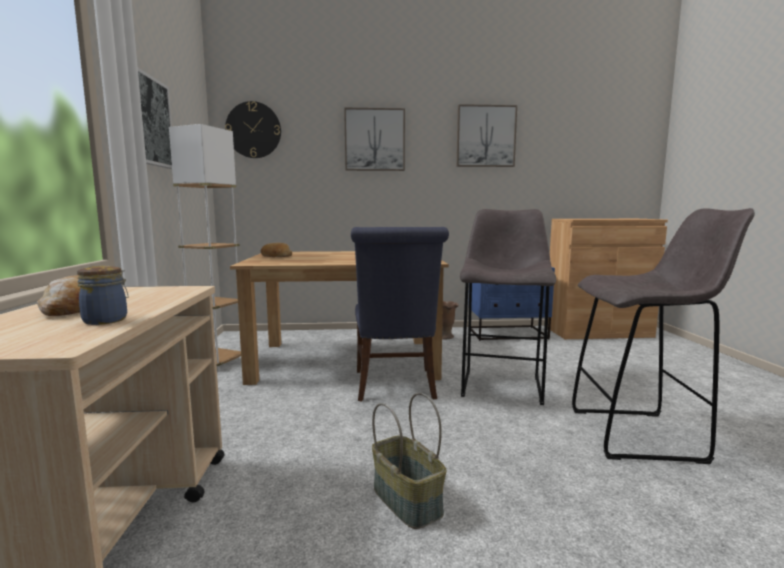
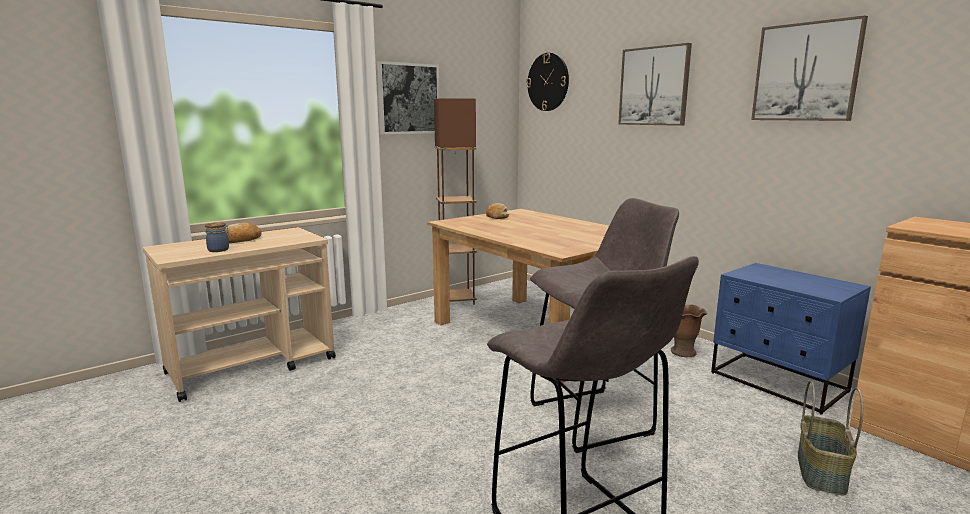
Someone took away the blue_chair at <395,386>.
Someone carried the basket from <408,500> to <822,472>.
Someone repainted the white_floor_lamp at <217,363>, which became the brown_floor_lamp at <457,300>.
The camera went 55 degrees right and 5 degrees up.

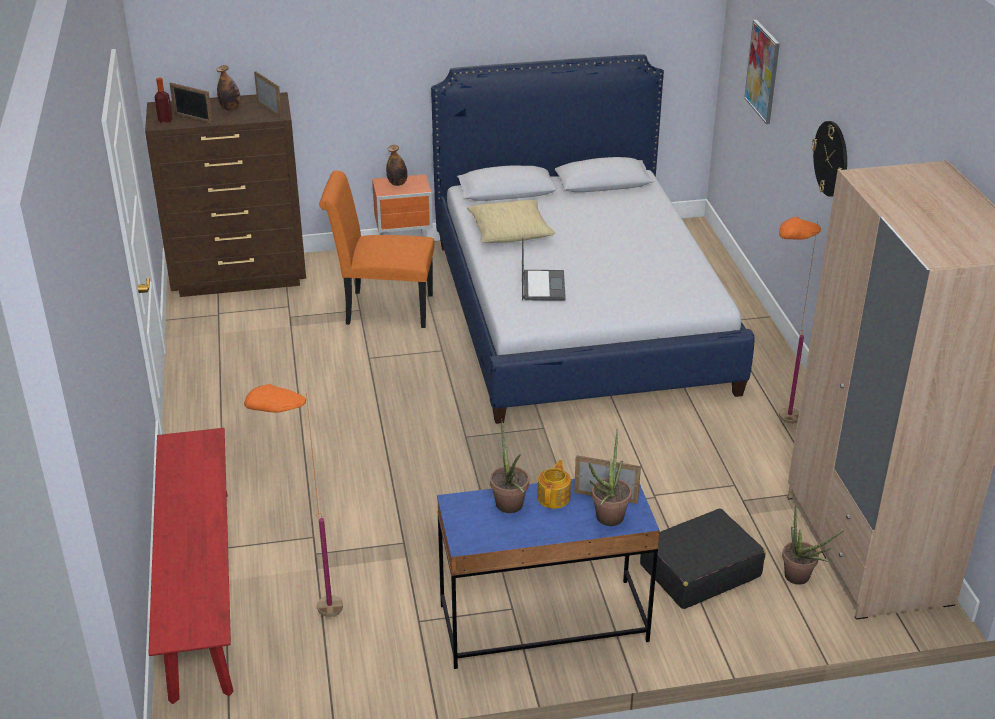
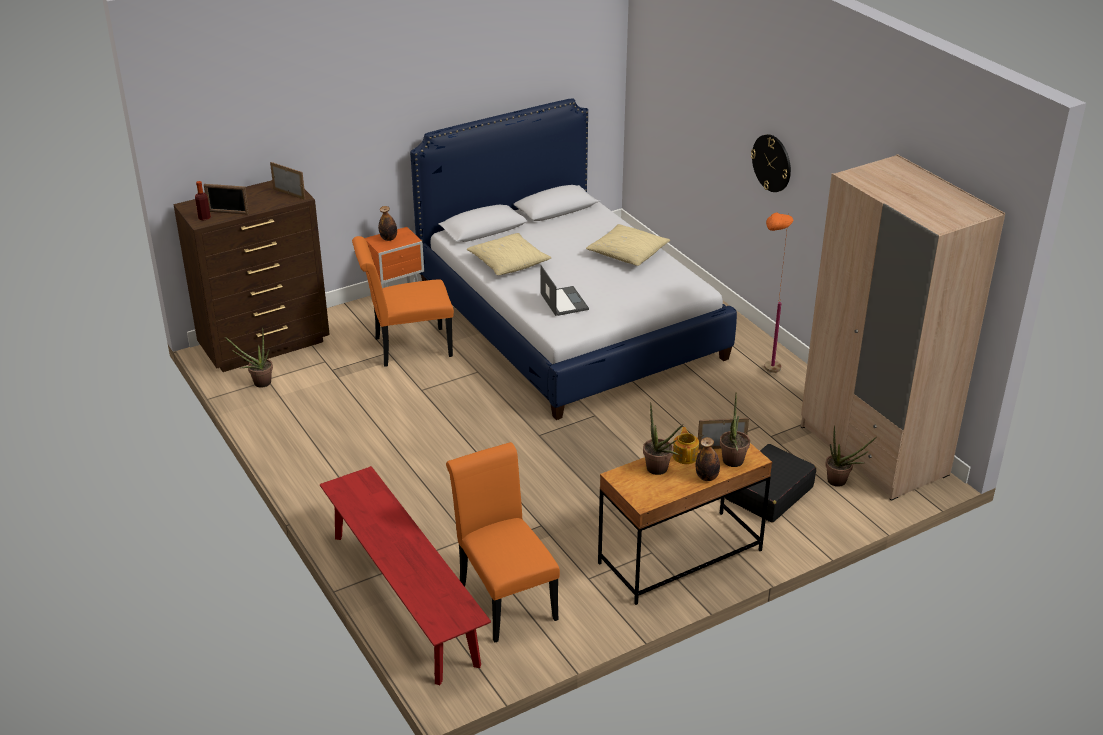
Someone took away the picture at <763,71>.
Someone put down the potted_plant at <258,383>.
Someone put down the beige_pillow at <627,253>.
Someone carried the bottle from <230,108> to <707,477>.
Someone swapped the orange_floor_lamp at <309,618> for the orange_chair at <504,598>.
Someone repainted the blue_desk at <543,623>, which became the brown_desk at <680,557>.
The camera went 20 degrees left and 0 degrees up.

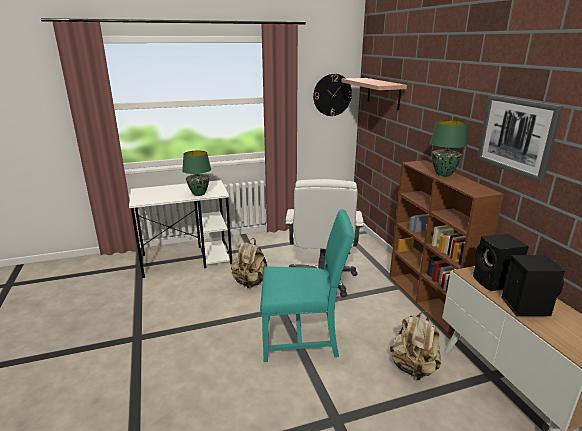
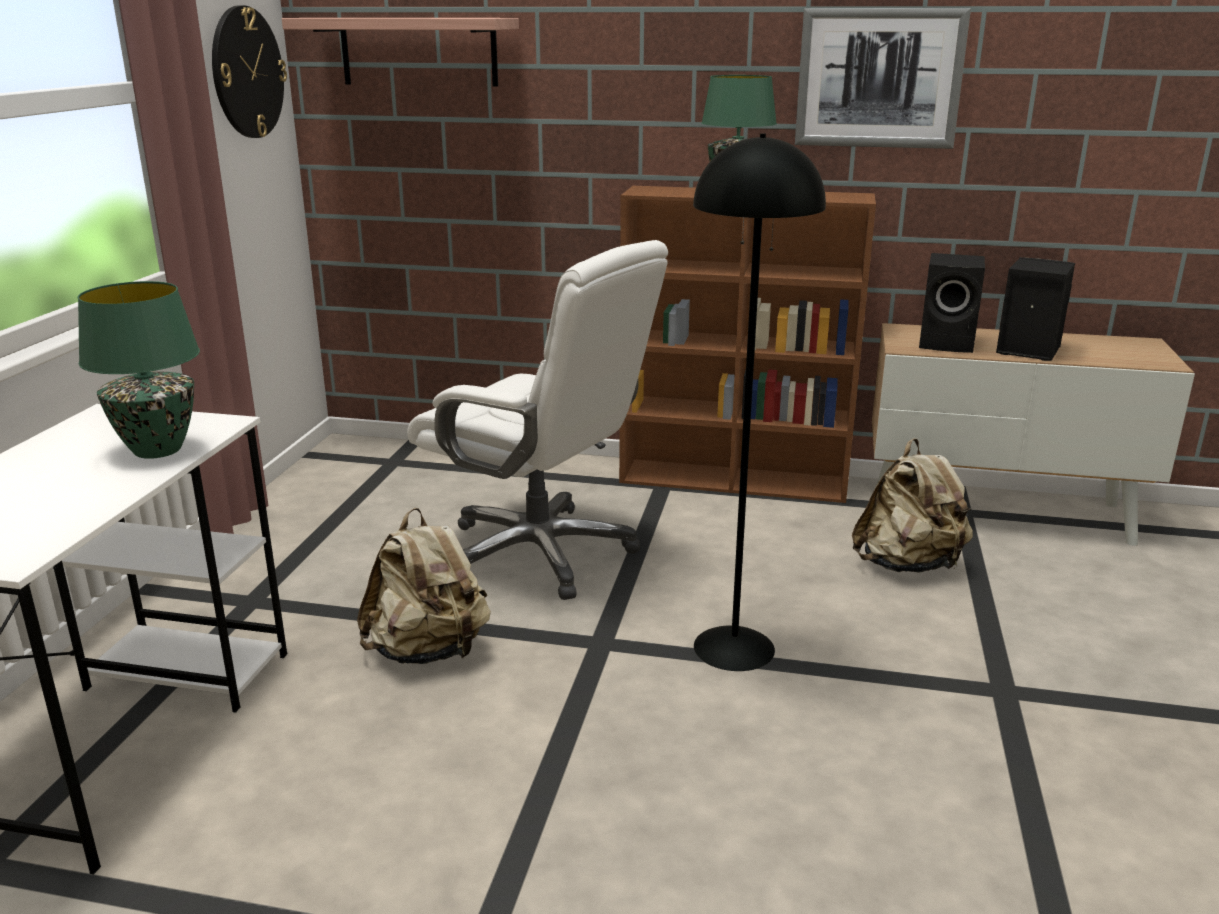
Someone swapped the turquoise_chair at <303,338> for the black_floor_lamp at <735,647>.
The camera went 60 degrees left and 0 degrees up.

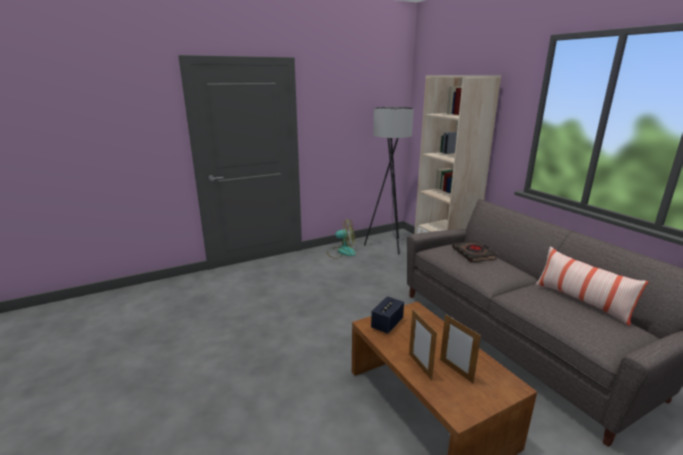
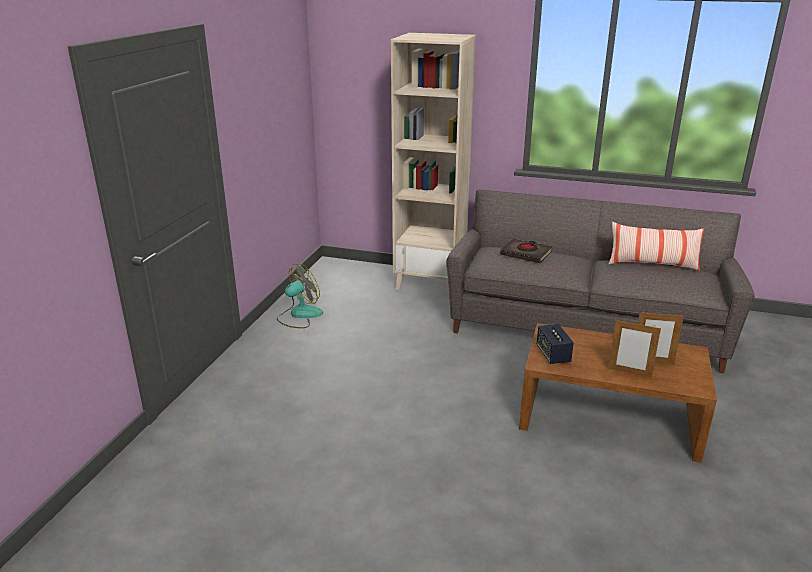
Someone took away the grey_floor_lamp at <388,244>.
The camera went 45 degrees left and 5 degrees up.

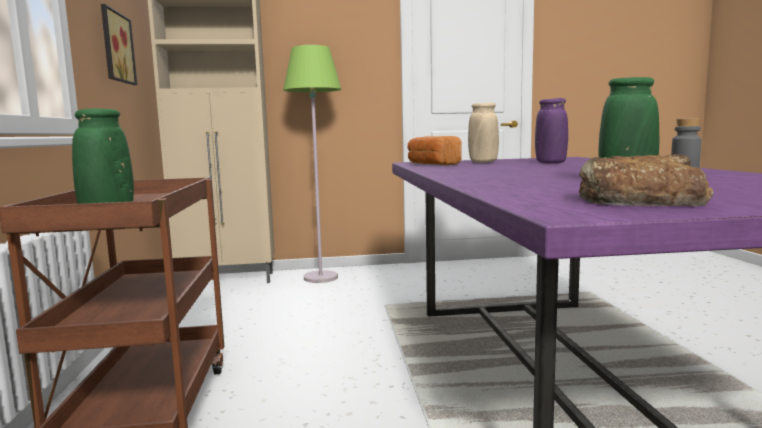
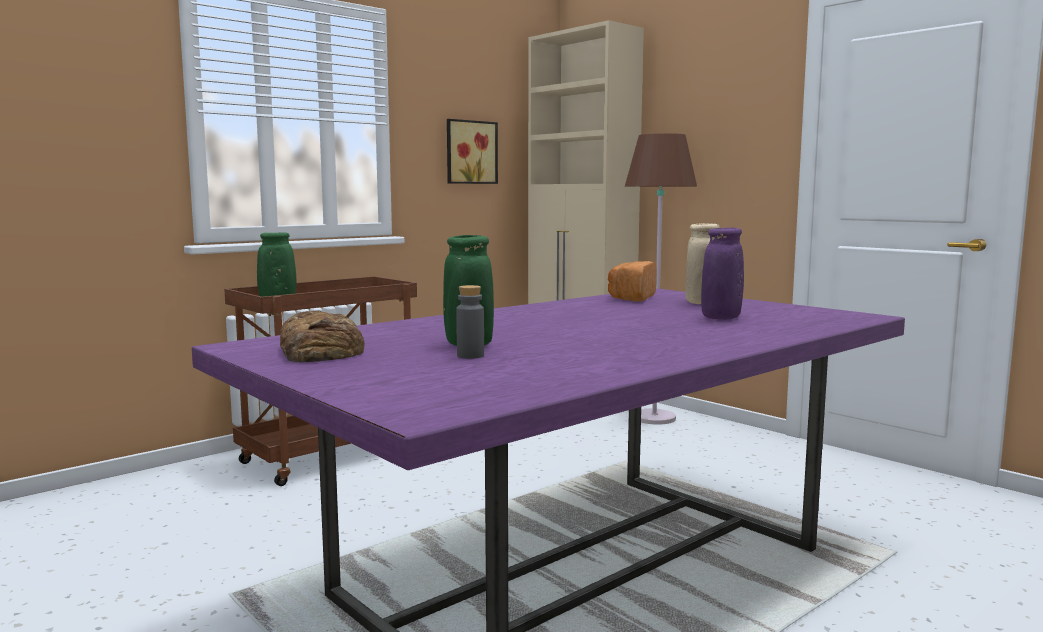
Someone repainted the green_floor_lamp at <321,278>, which became the brown_floor_lamp at <654,418>.
The camera went 55 degrees right and 0 degrees up.

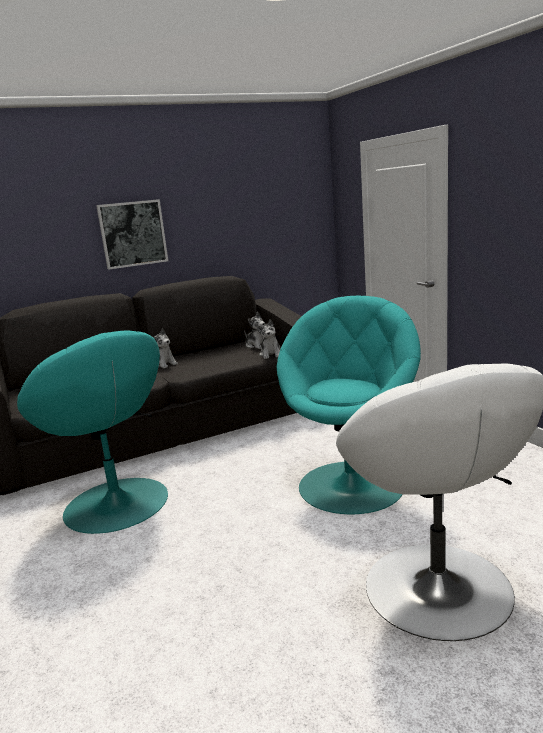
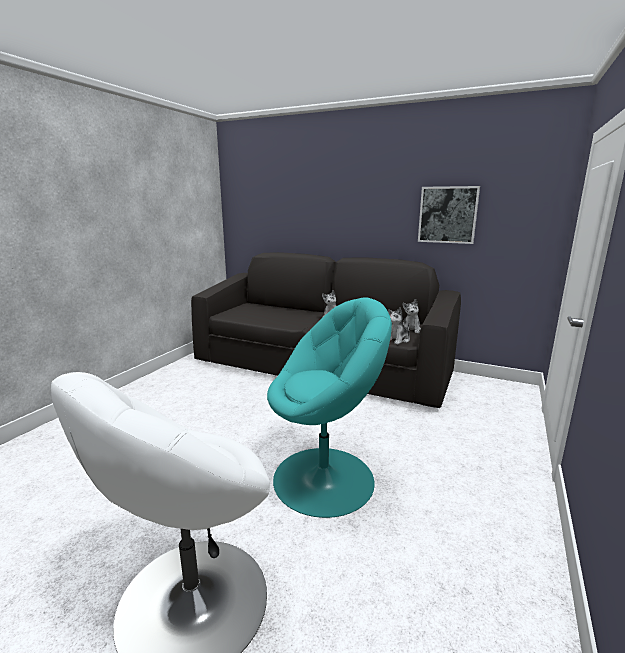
Someone took away the turquoise_armchair at <117,504>.
Someone carried the picture from <133,234> to <447,215>.
The camera went 50 degrees right and 0 degrees up.

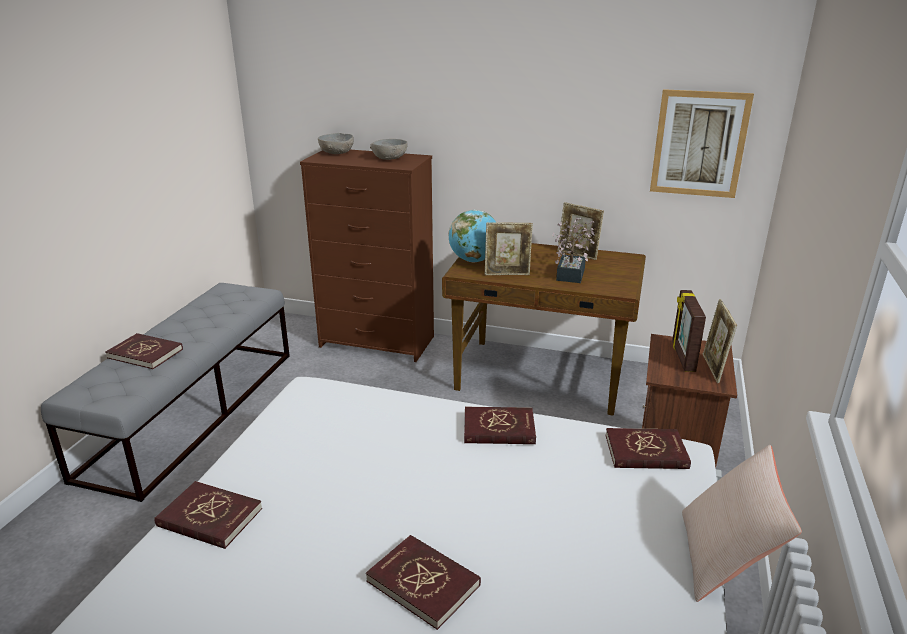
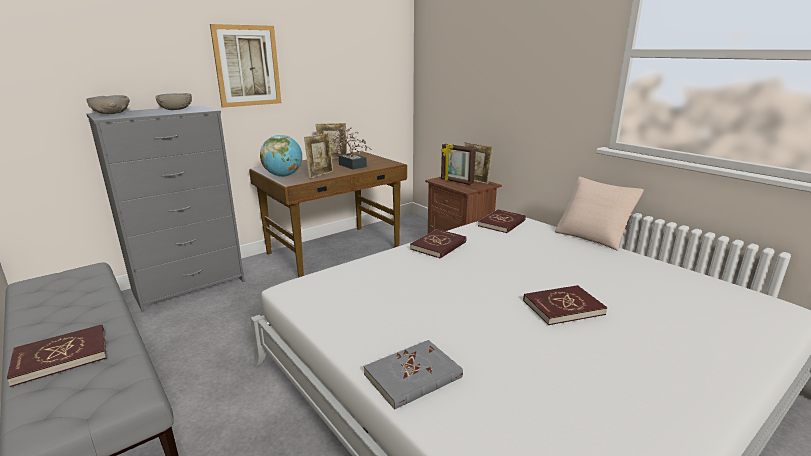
Someone carried the picture from <699,144> to <247,66>.
Someone repainted the red_book at <209,518>, which became the grey_book at <413,376>.
Someone repainted the brown_dresser at <378,342>, which became the grey_dresser at <190,285>.
The camera went 55 degrees left and 5 degrees down.

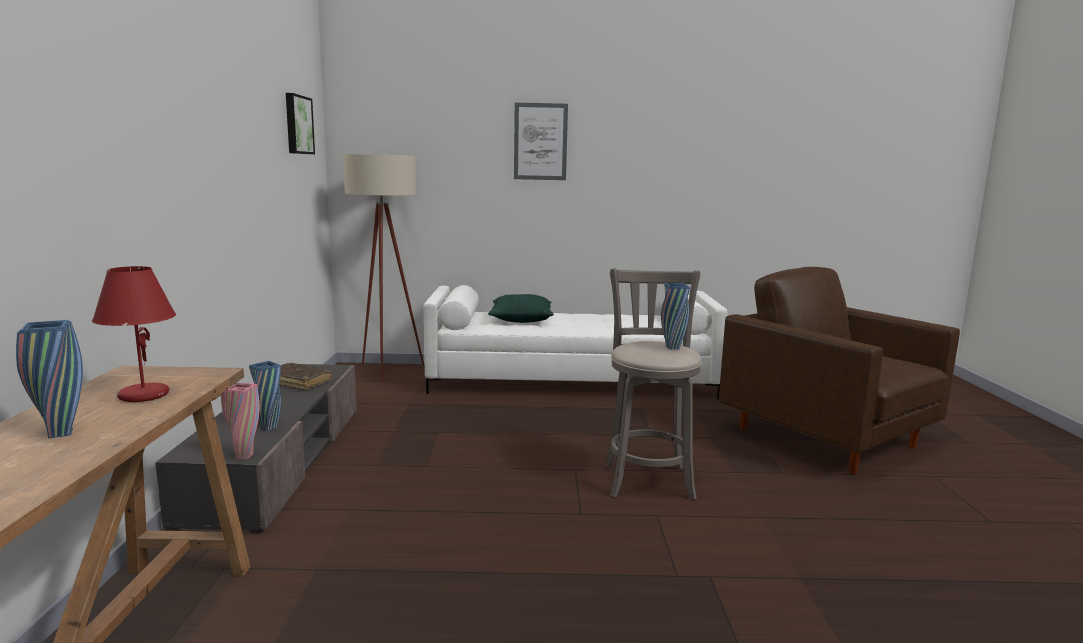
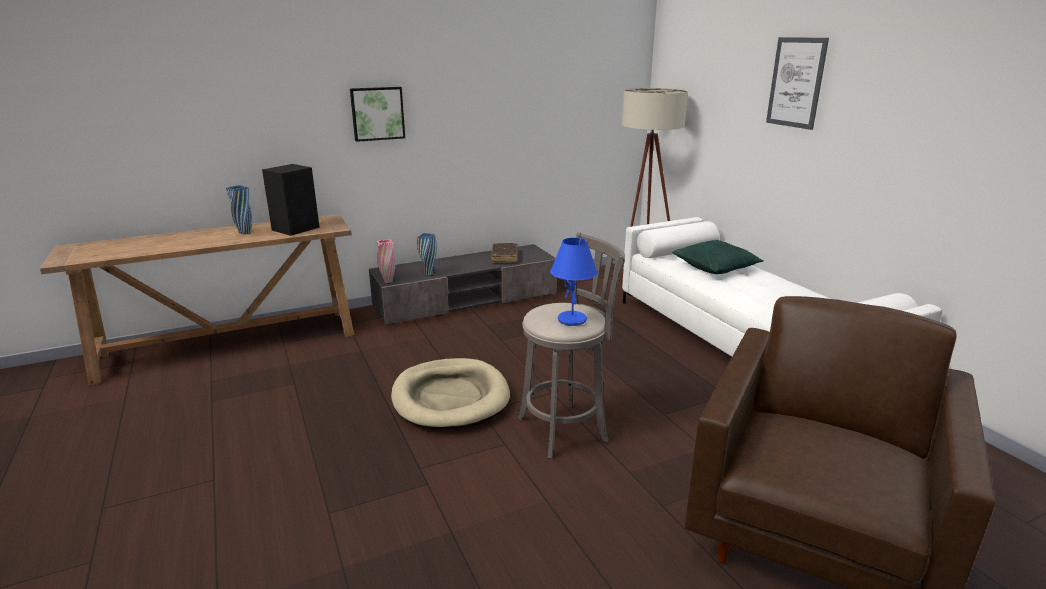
Someone put down the beige_dog_bed at <450,398>.
Someone carried the picture from <297,125> to <377,113>.
Someone swapped the red_table_lamp at <143,395> for the black_speaker at <296,228>.
Someone swapped the blue_vase at <672,348> for the blue_table_lamp at <572,320>.
The camera went 65 degrees right and 10 degrees up.

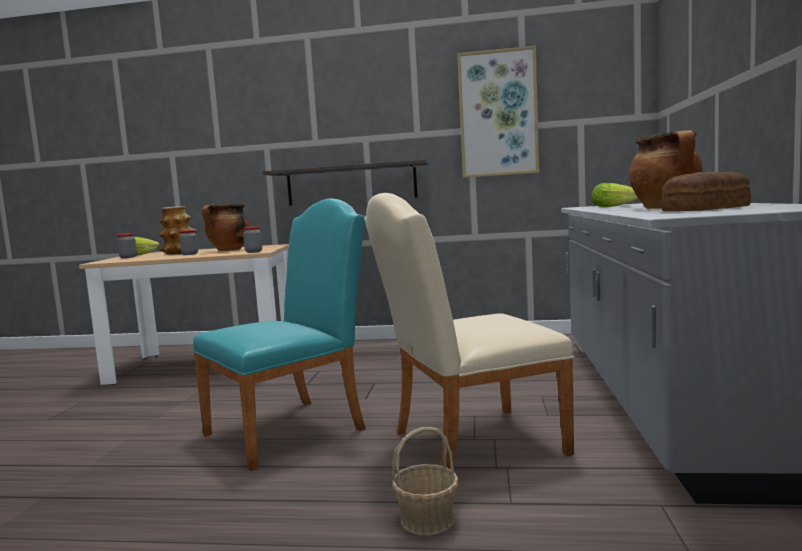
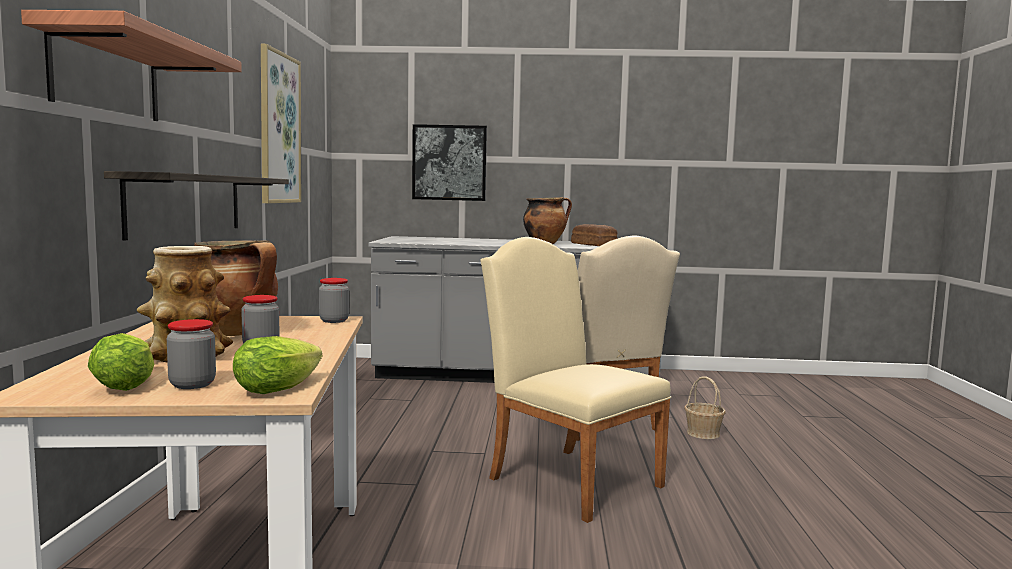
Someone put up the shelf at <106,75>.
Someone put up the picture at <449,163>.
Someone carried the lettuce from <616,206> to <282,386>.
Someone repainted the turquoise_chair at <294,428>, which became the beige_chair at <567,478>.
The camera went 95 degrees left and 0 degrees up.

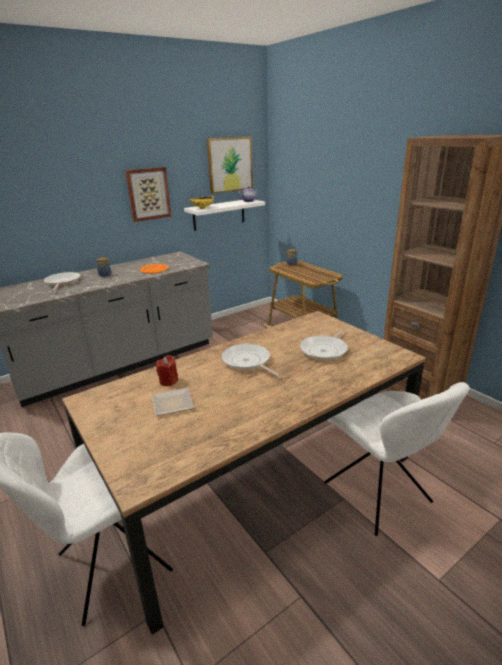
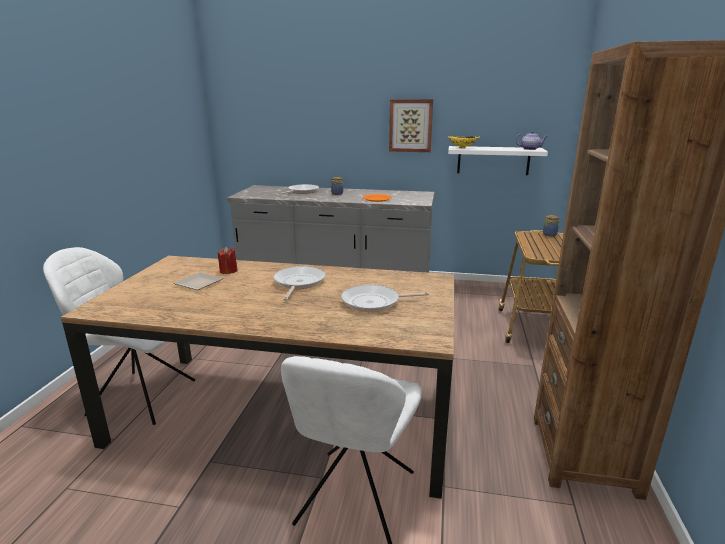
Someone took away the picture at <230,164>.
The camera went 45 degrees right and 5 degrees down.

